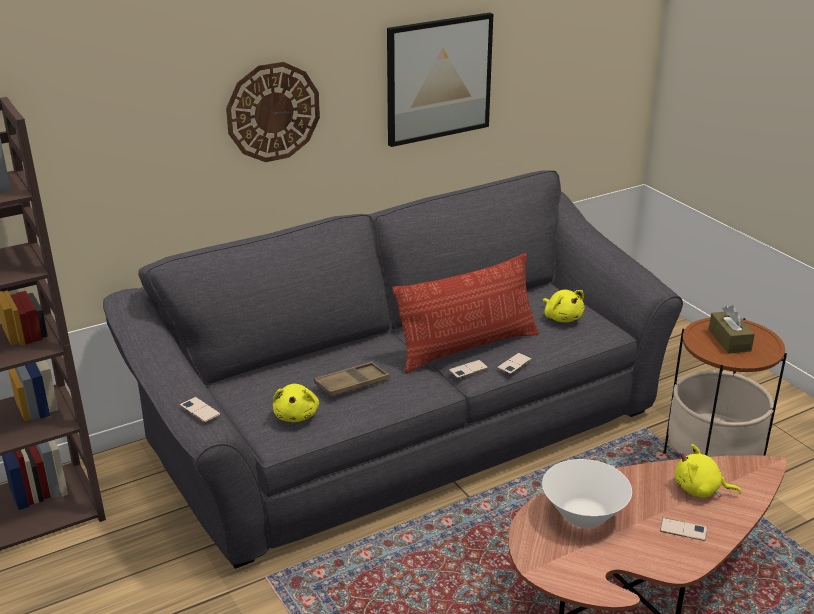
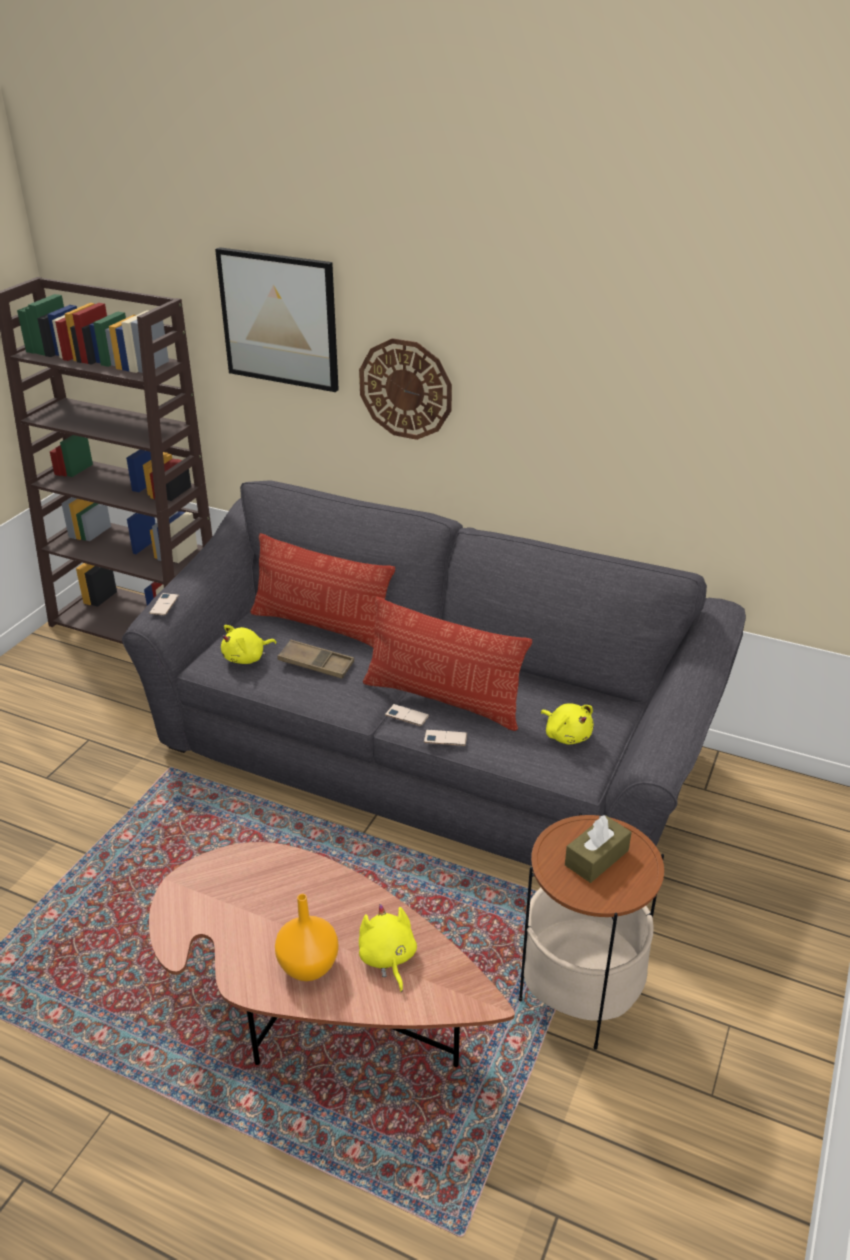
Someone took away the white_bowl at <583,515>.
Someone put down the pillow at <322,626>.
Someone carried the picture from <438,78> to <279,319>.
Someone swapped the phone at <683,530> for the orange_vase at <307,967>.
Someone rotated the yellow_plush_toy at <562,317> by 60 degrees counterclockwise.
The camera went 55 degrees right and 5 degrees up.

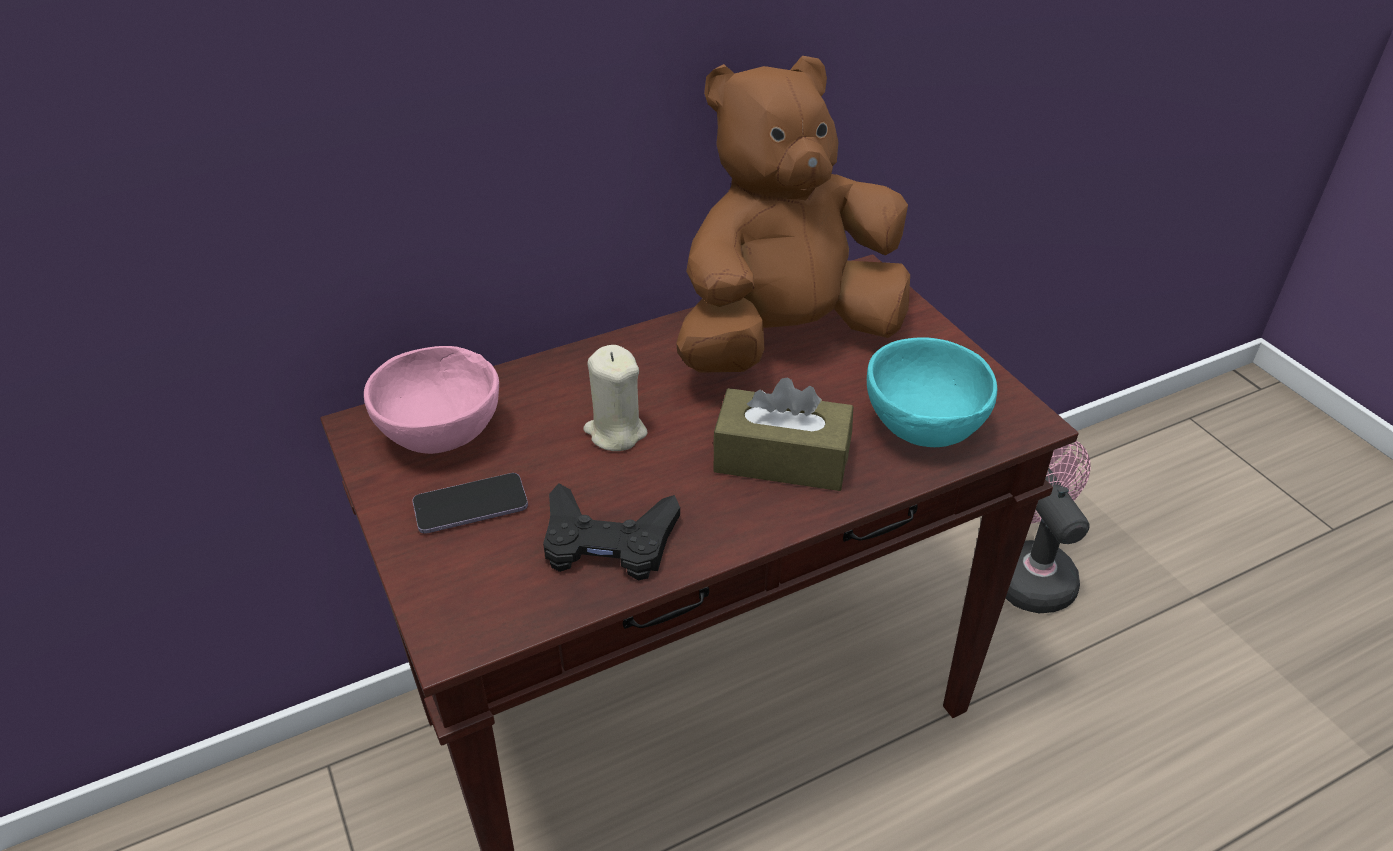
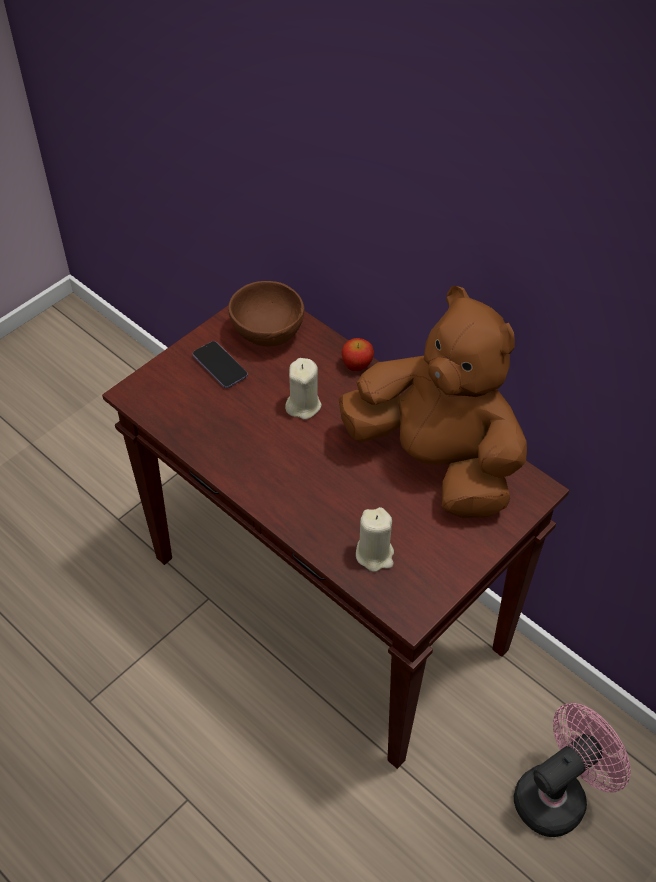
Someone took away the black_game_controller at <608,542>.
Someone took away the brown_tissue_box at <781,459>.
Someone put down the apple at <357,365>.
Someone swapped the turquoise_bowl at <921,428> for the beige_candle at <375,554>.
Someone repainted the pink_bowl at <443,435>, which became the brown_bowl at <267,334>.
The camera went 70 degrees right and 10 degrees up.

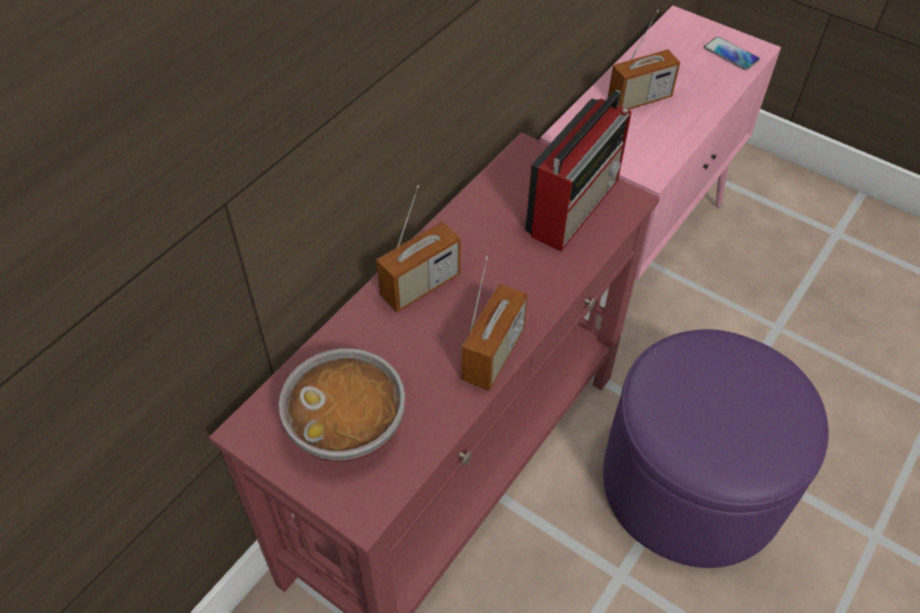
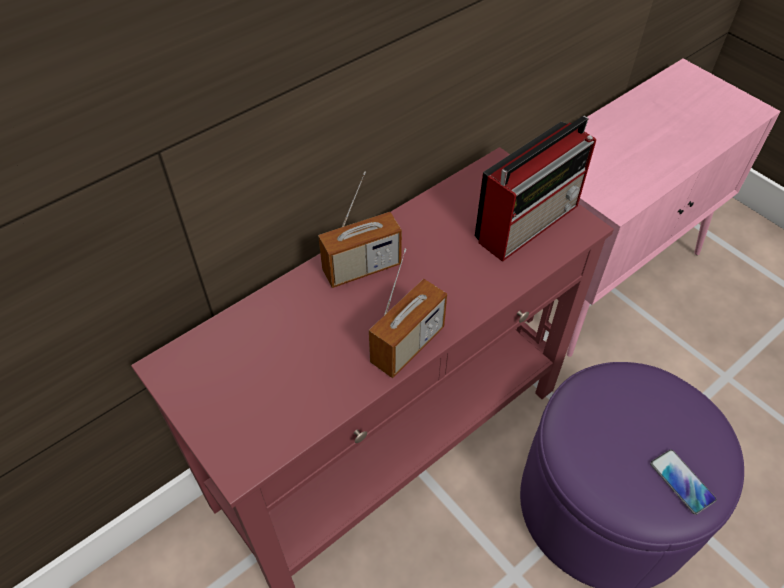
Someone took away the bowl at <348,426>.
Someone took away the radio at <639,99>.
Someone carried the phone from <731,54> to <682,482>.
The camera went 15 degrees right and 0 degrees up.

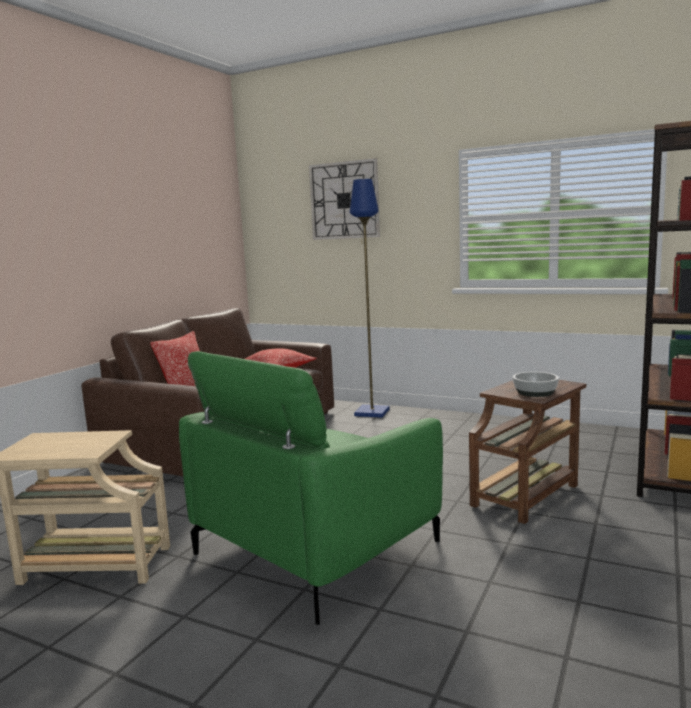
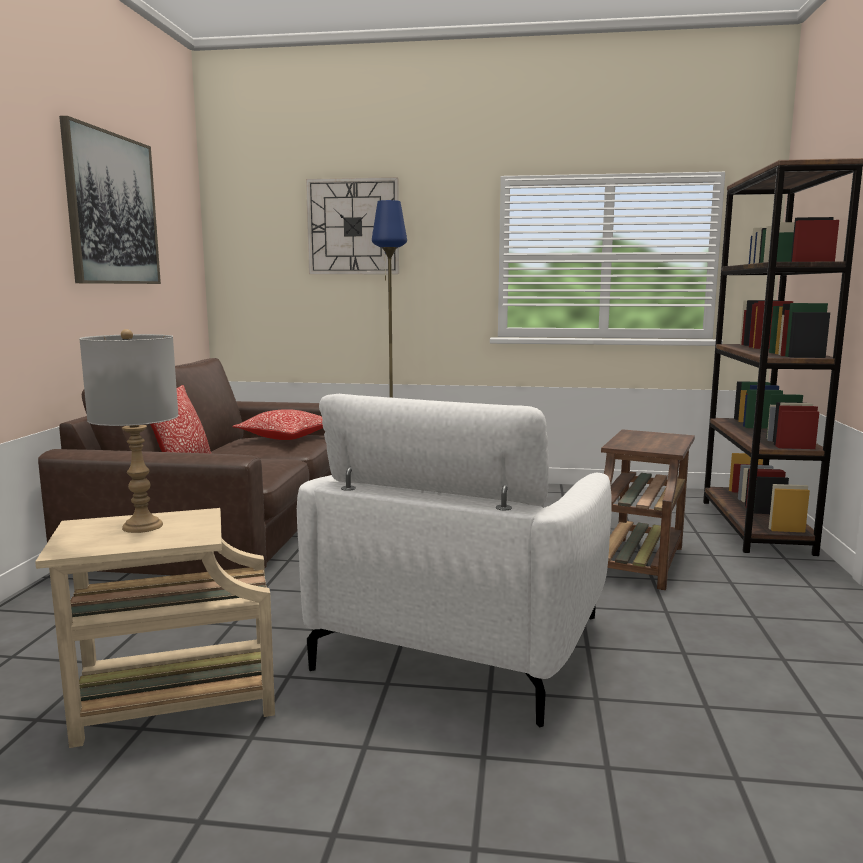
Someone took away the bowl at <535,392>.
Someone put up the picture at <112,209>.
Someone put down the grey_table_lamp at <142,526>.
Someone repainted the green_armchair at <317,546>, which became the white_armchair at <461,641>.
The camera went 20 degrees left and 0 degrees up.

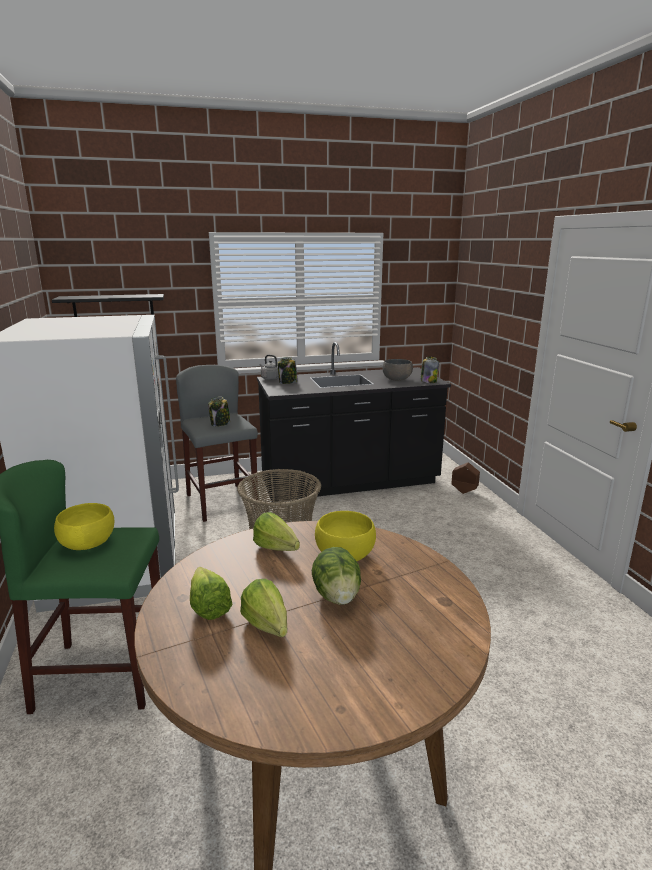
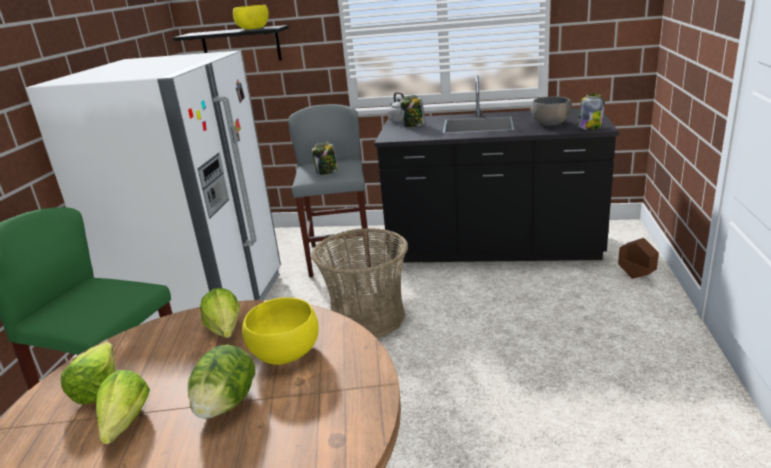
Someone carried the yellow_bowl from <87,544> to <253,29>.
The camera went 25 degrees right and 5 degrees up.

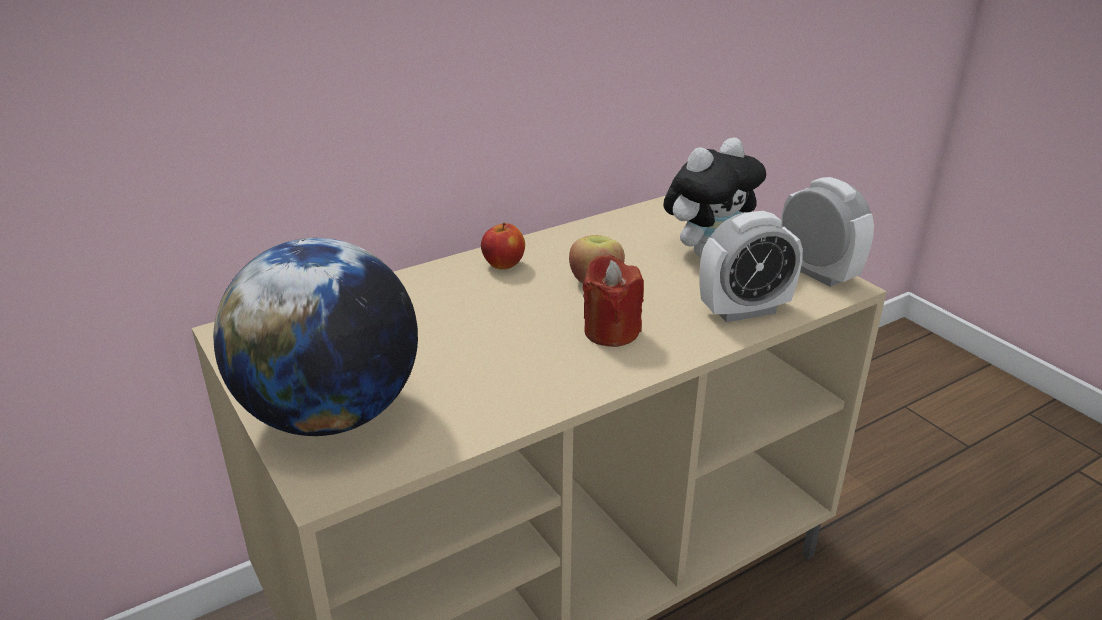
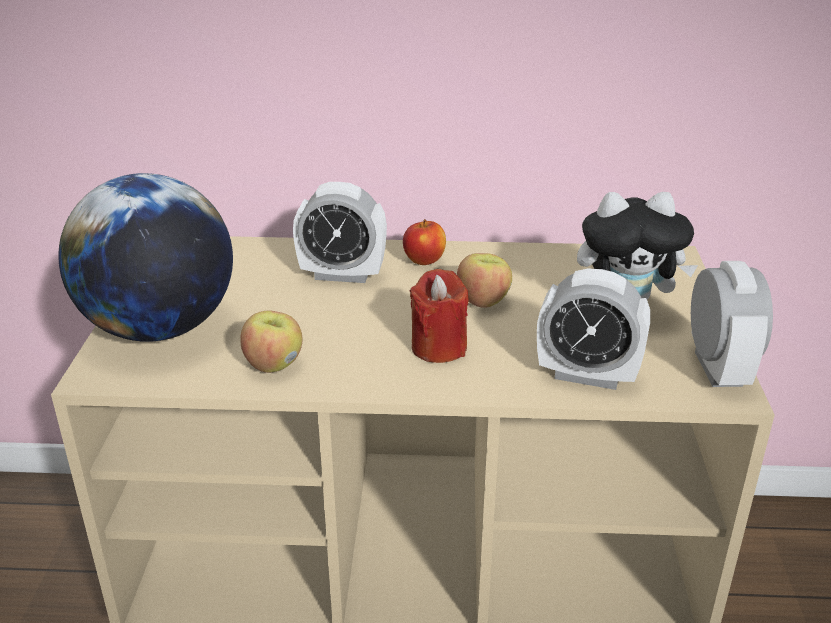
Someone put down the apple at <274,364>.
Someone put down the alarm_clock at <342,275>.
The camera went 35 degrees right and 0 degrees up.

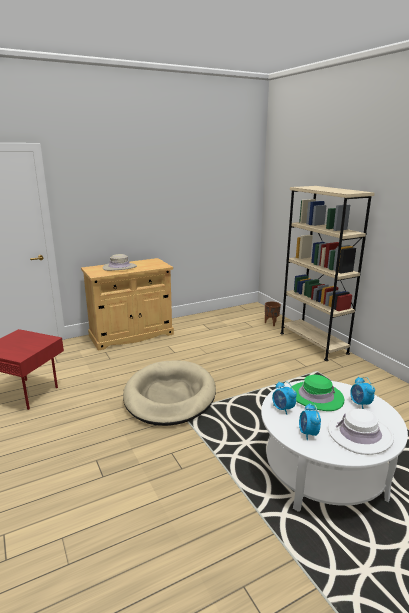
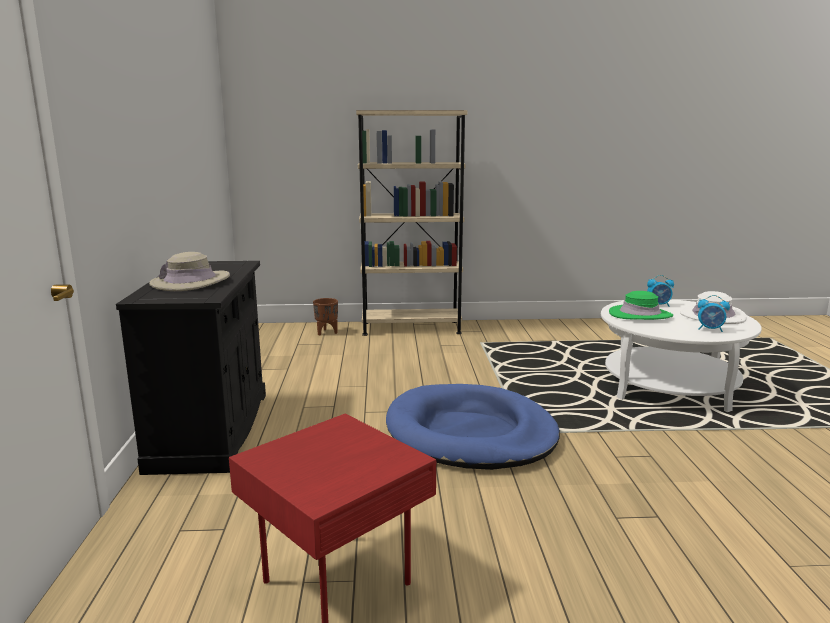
Someone took away the alarm_clock at <283,409>.
Someone repainted the beige_cabinet at <131,335>, which became the black_cabinet at <211,430>.
Someone repainted the beige_dog_bed at <170,396>, which became the blue_dog_bed at <470,433>.
The camera went 65 degrees left and 5 degrees down.

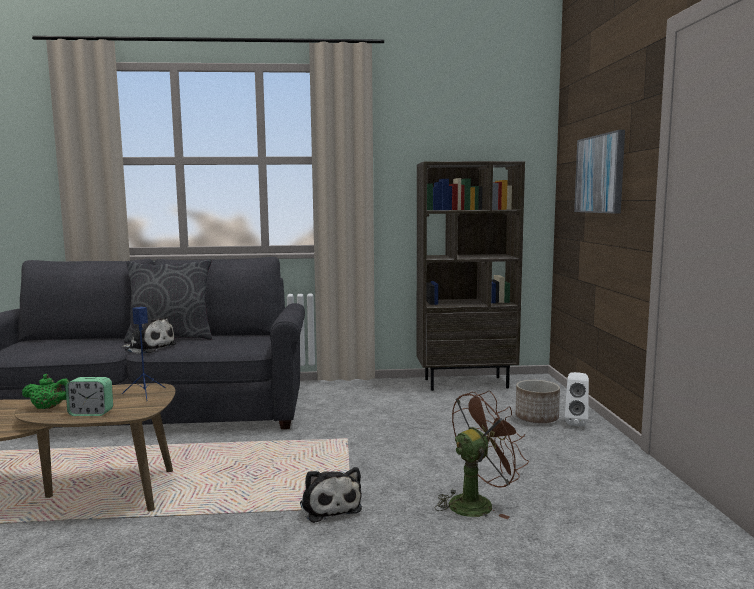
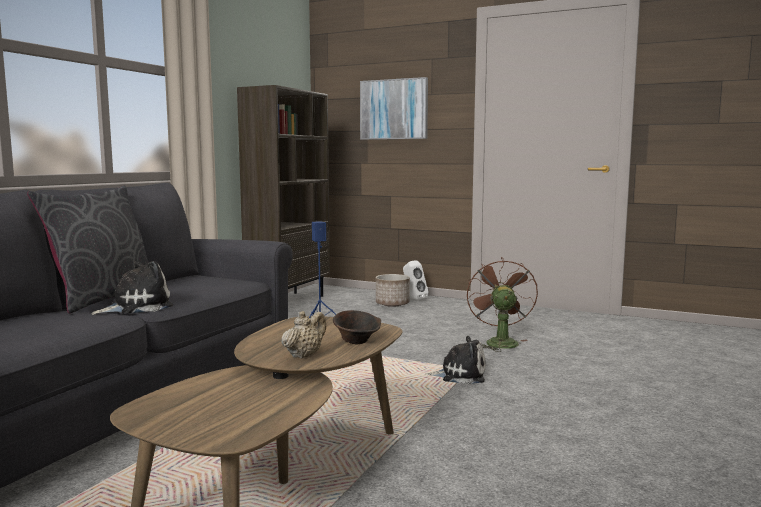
Someone swapped the alarm_clock at <91,413> for the brown_bowl at <357,342>.
Someone repainted the green_teapot at <49,408>, which became the beige_teapot at <304,355>.
The camera went 60 degrees left and 0 degrees up.

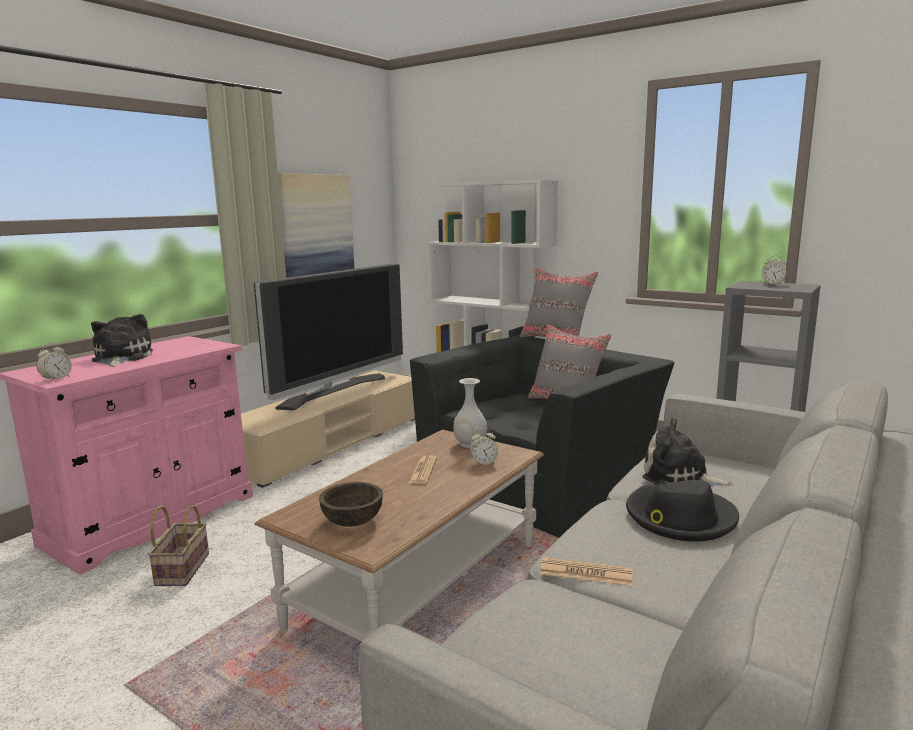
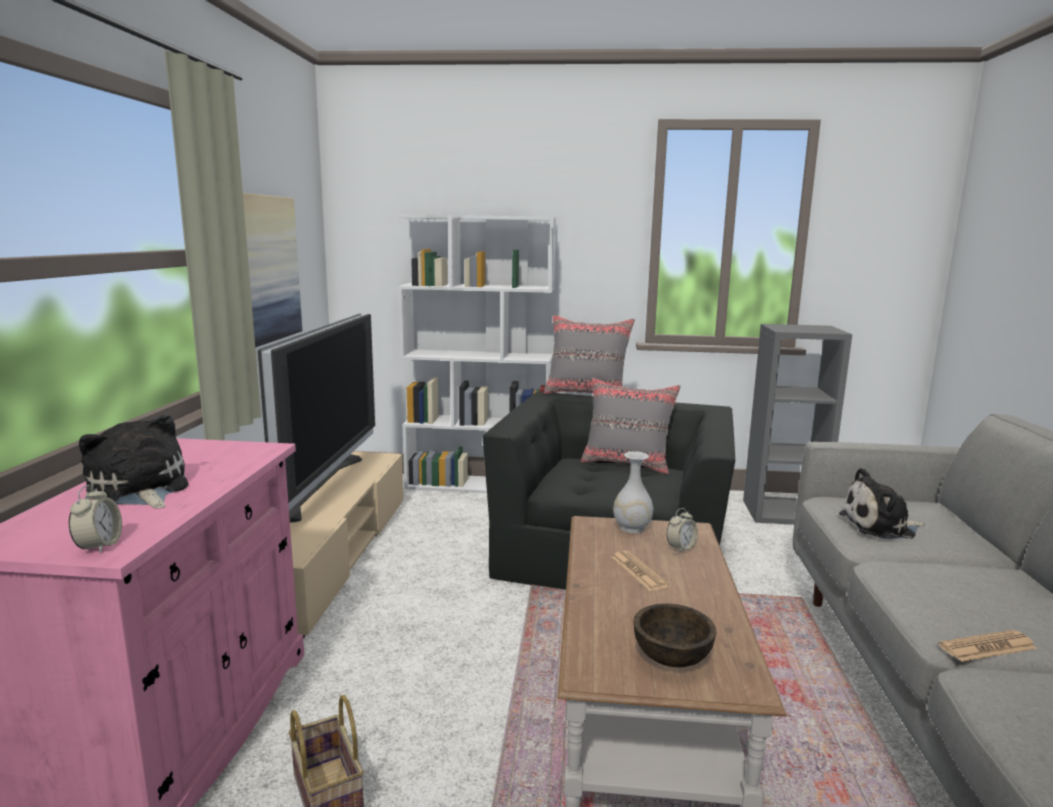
Someone took away the black_hat at <679,517>.
Someone took away the alarm_clock at <772,284>.
The camera went 30 degrees left and 0 degrees up.

